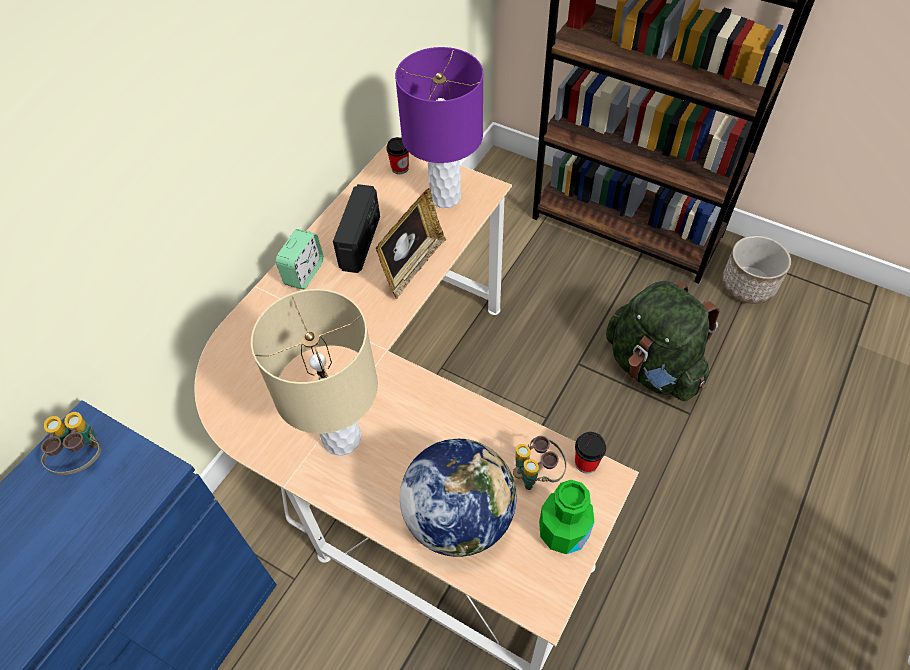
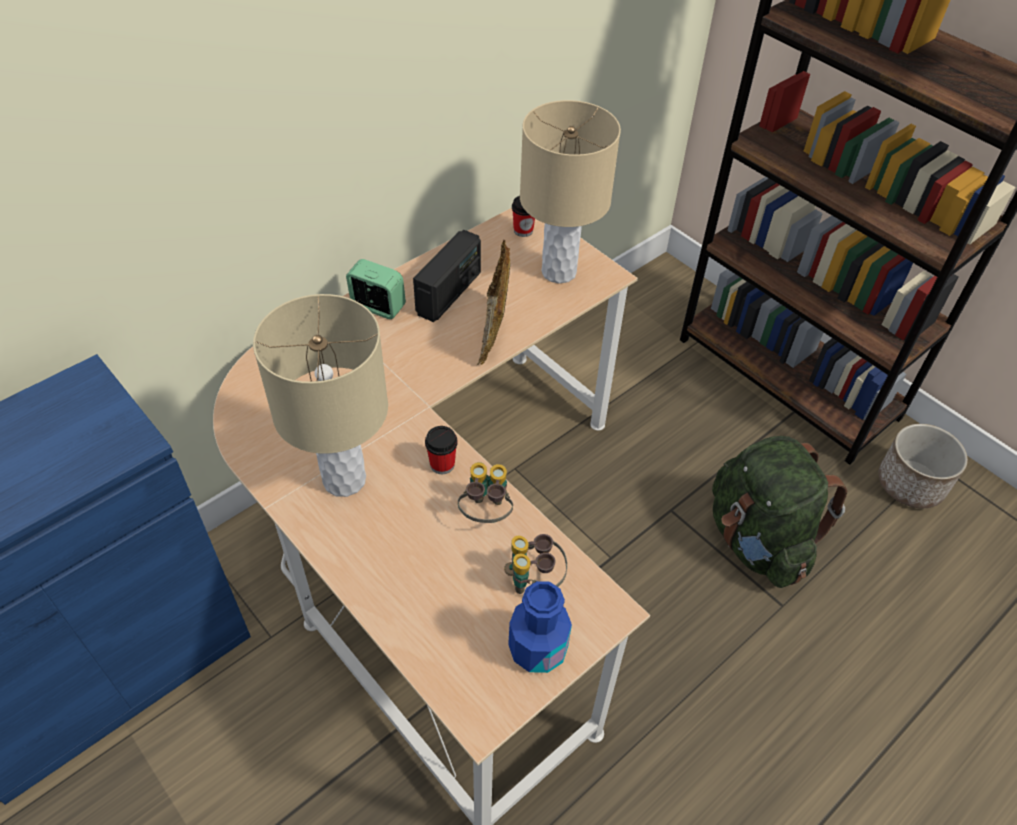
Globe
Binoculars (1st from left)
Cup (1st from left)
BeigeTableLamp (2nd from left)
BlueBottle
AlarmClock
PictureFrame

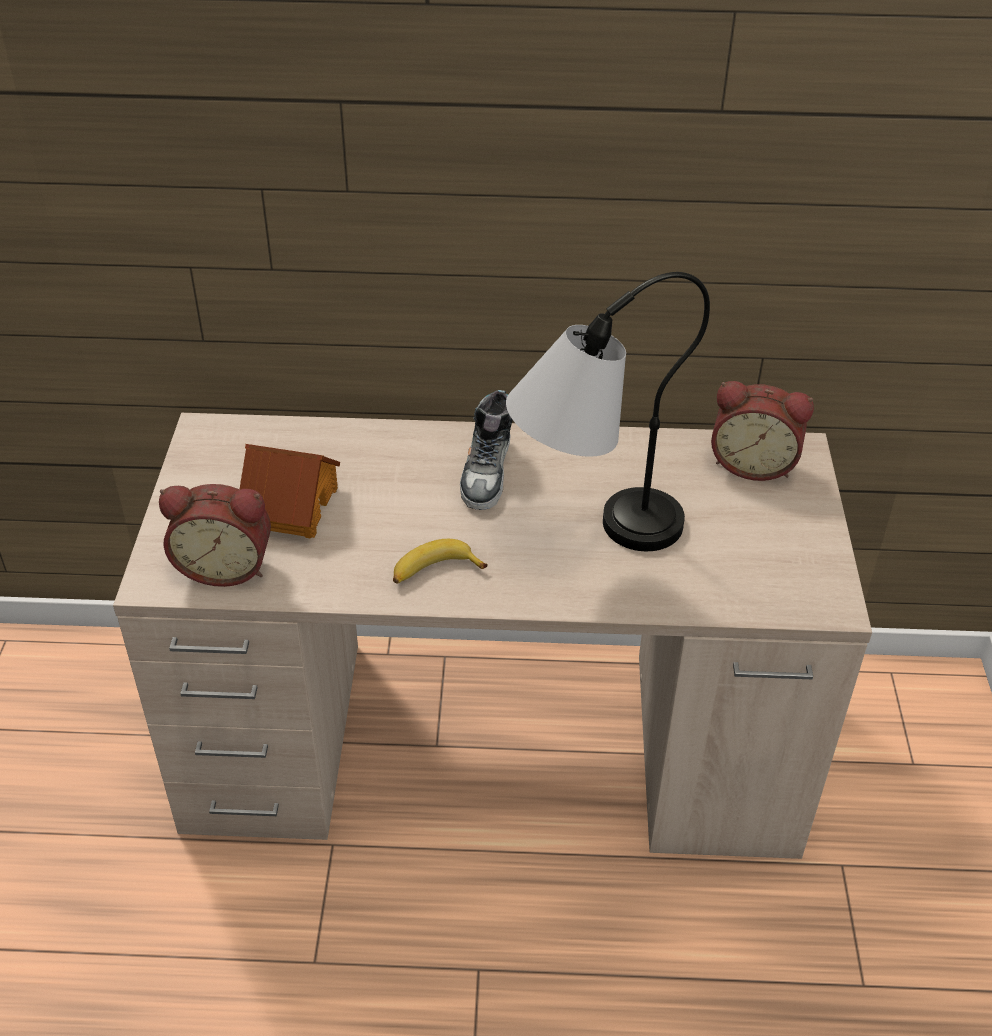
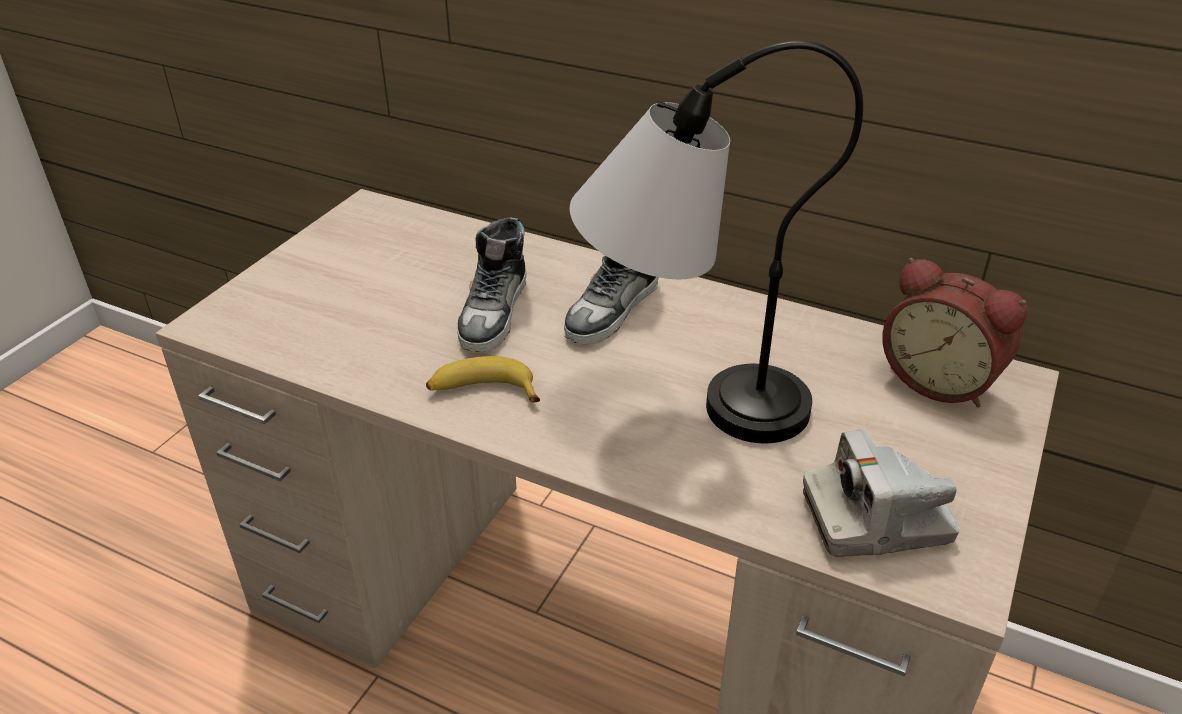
AlarmClock (1st from left in the first image)
ToyHouse
Shoe (1st from left)
PhotoCamera

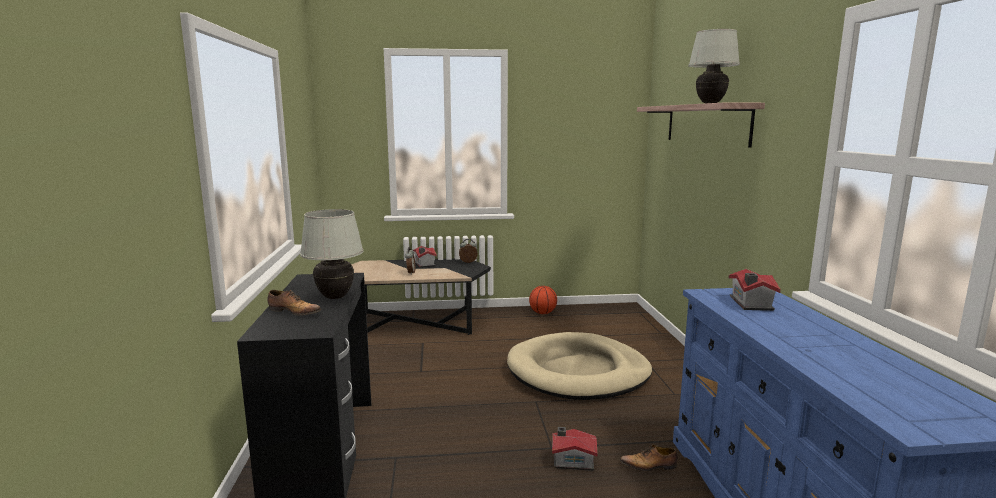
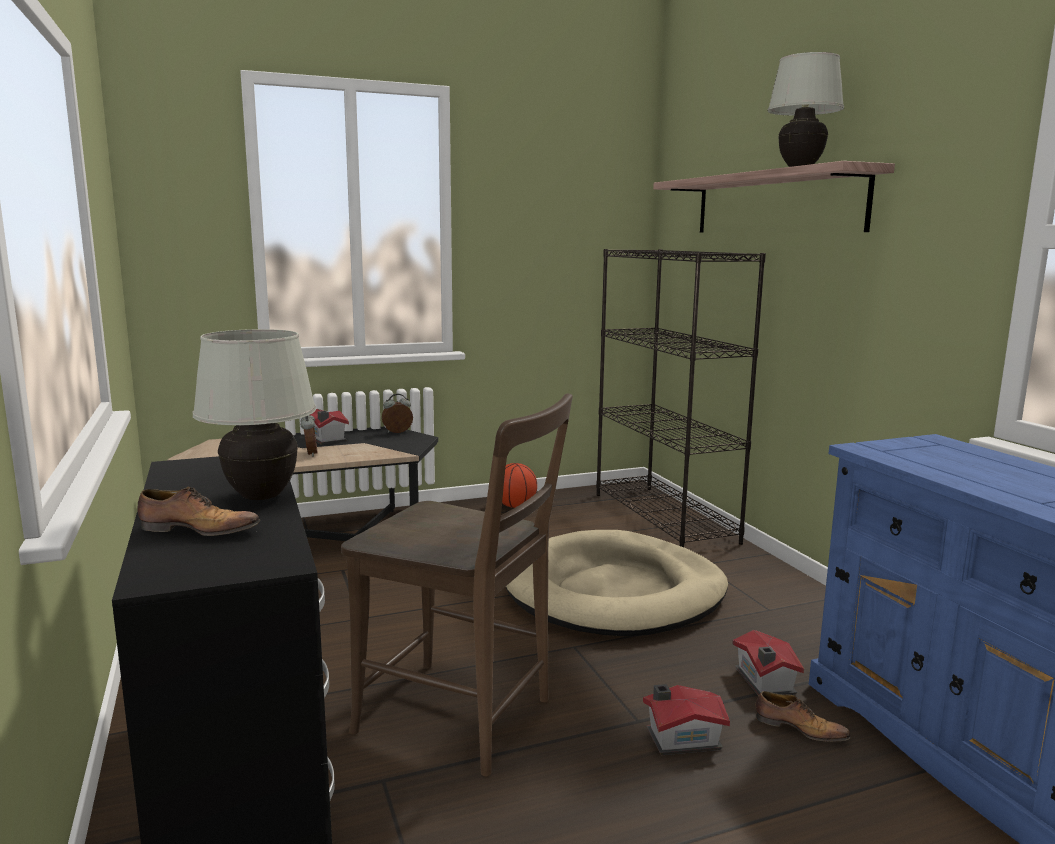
BrownChair
BlackBookcase
ToyHouse (3rd from left)
Shoe (2nd from left)

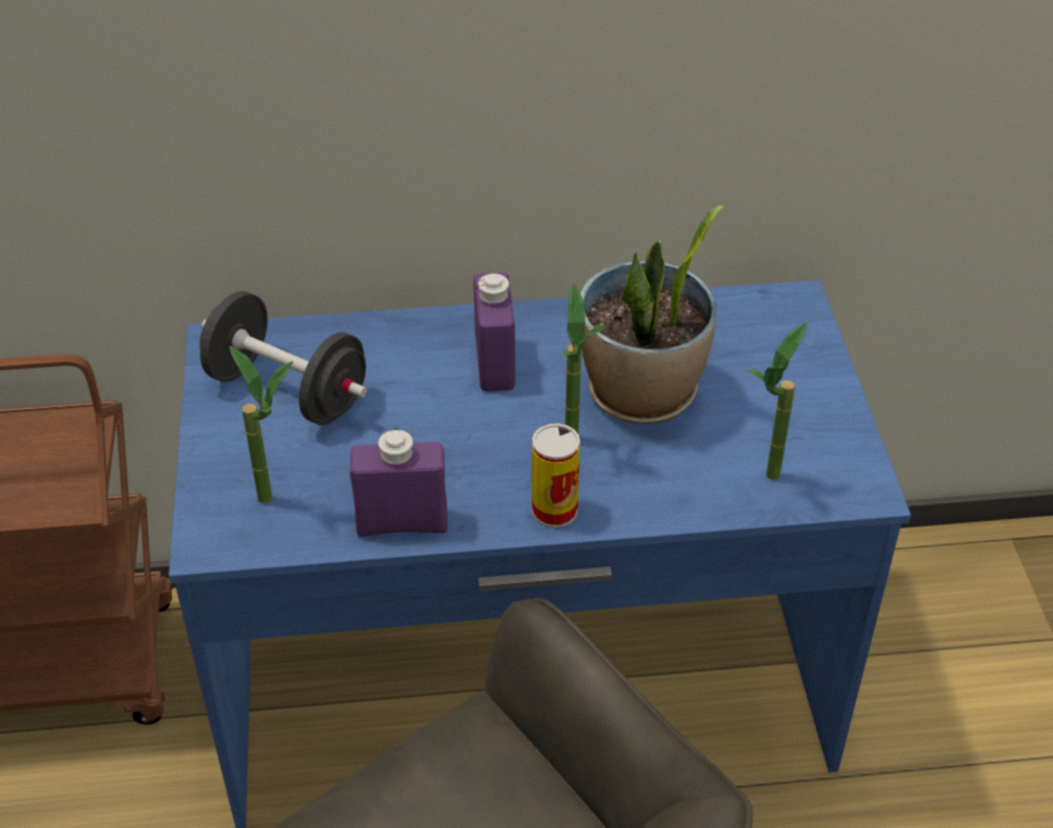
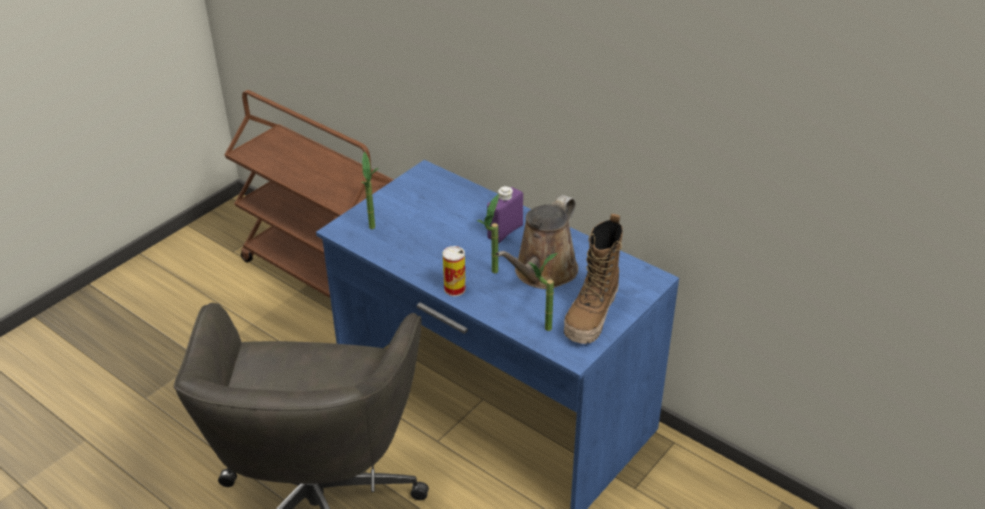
BlackDumbbell
PurpleBottle (1st from left in the first image)
Boot
BrownWateringCan

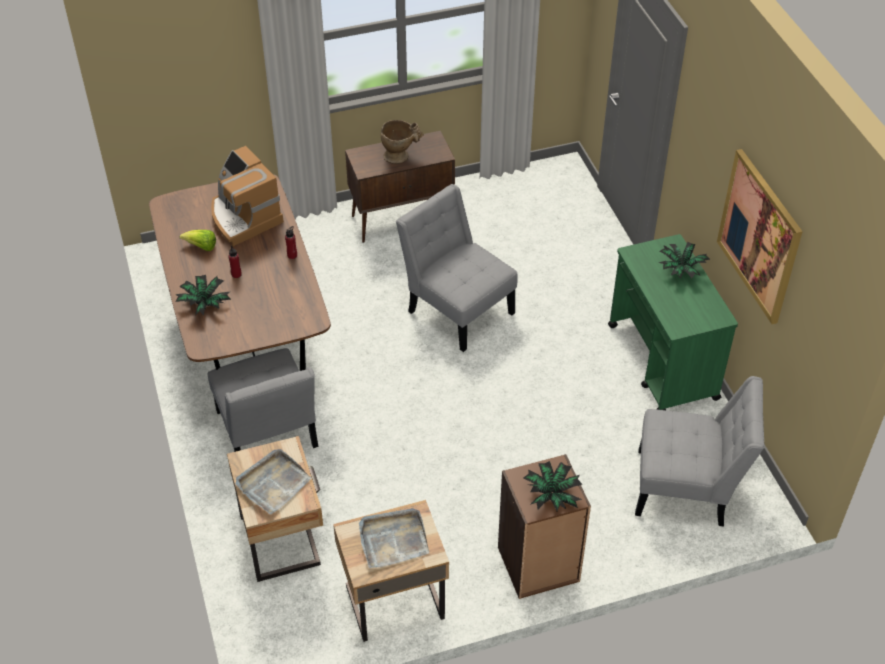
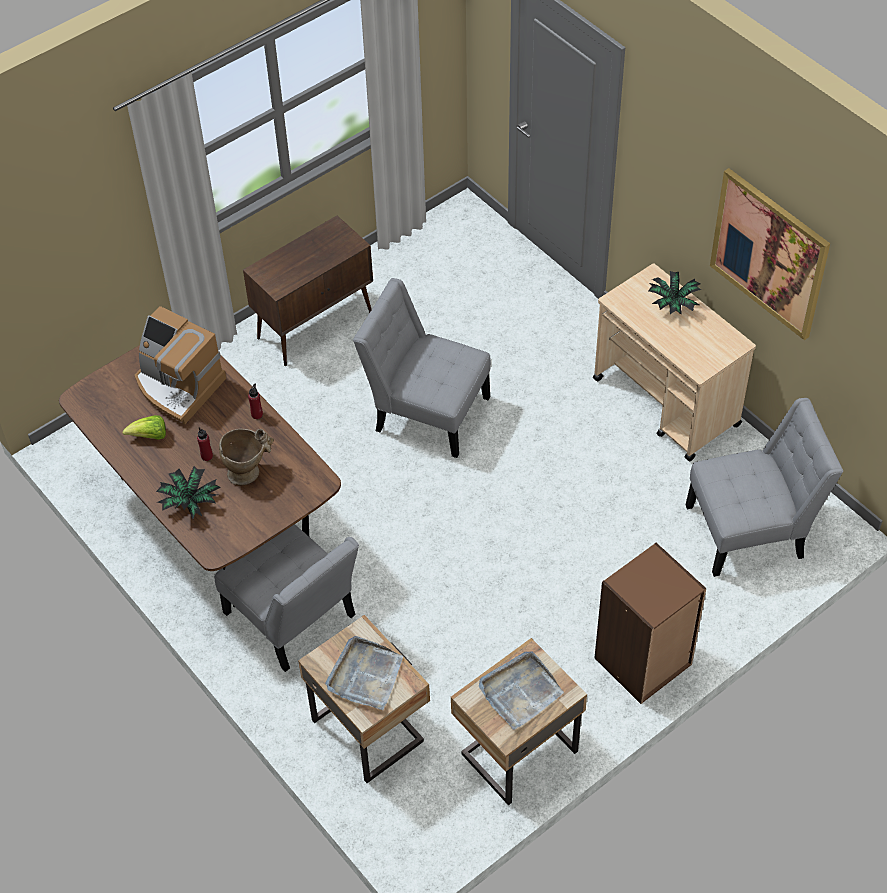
PottedPlant (2nd from left in the first image)
BeigeVase
BeigeCart

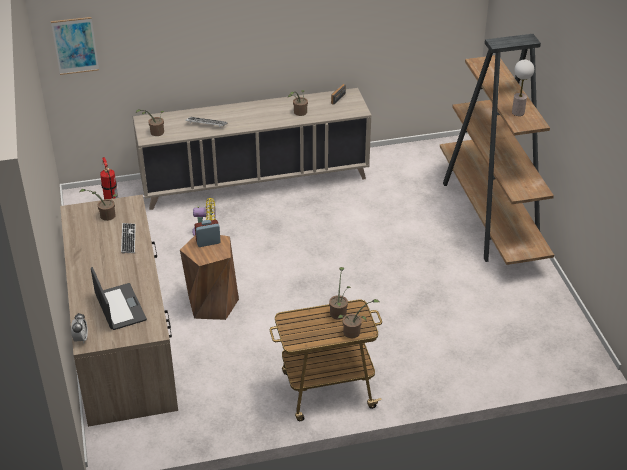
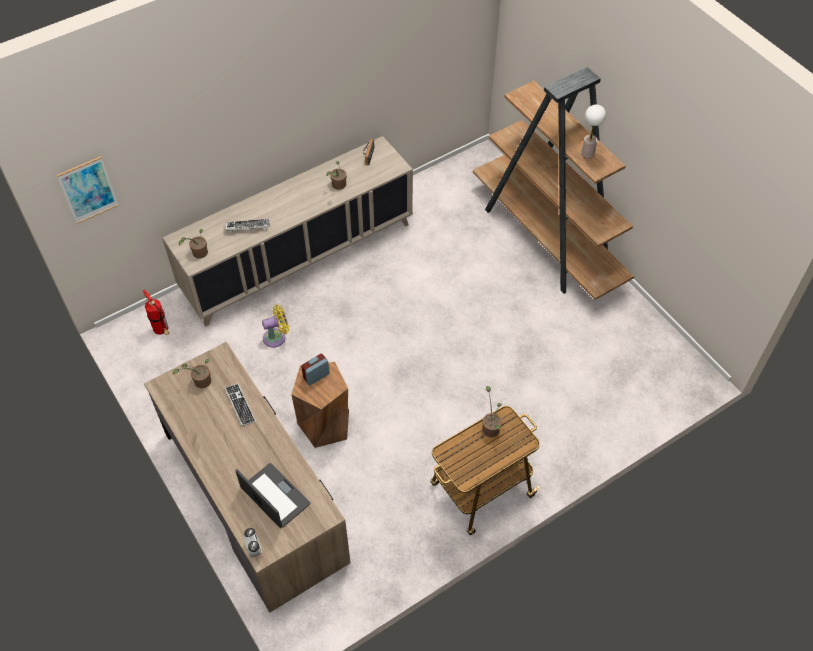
PottedPlant (5th from left in the first image)

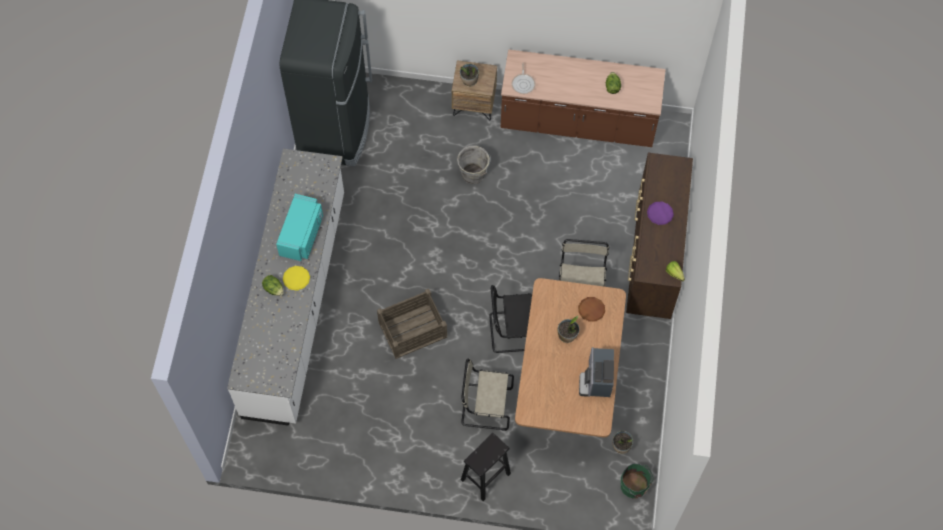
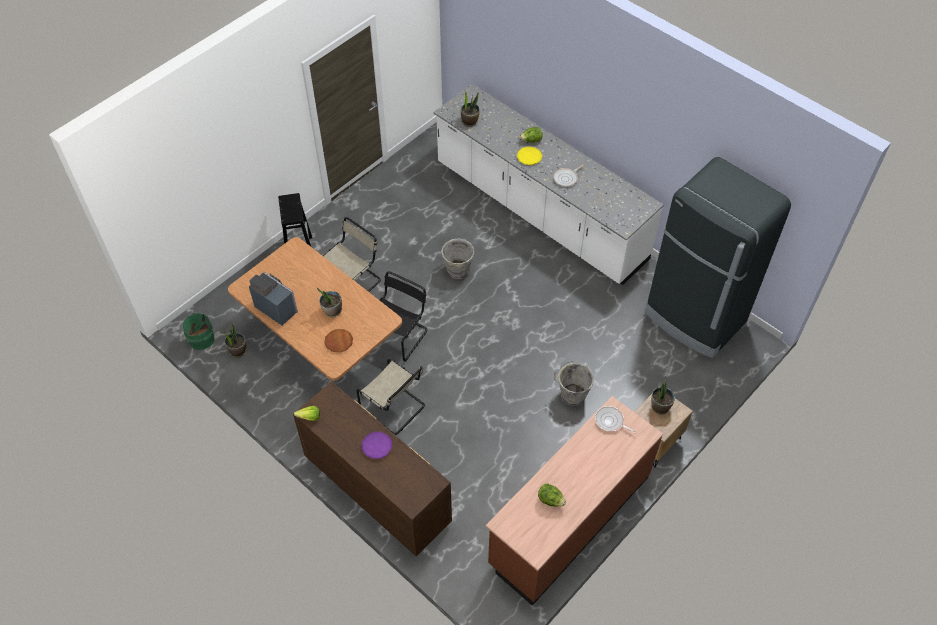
PottedPlant (3rd from left)
FryingPan (1st from left)
GreyBucket (1st from left)

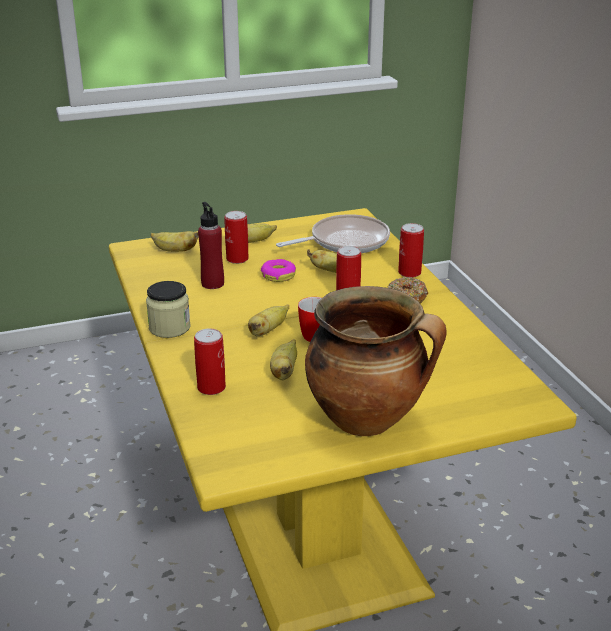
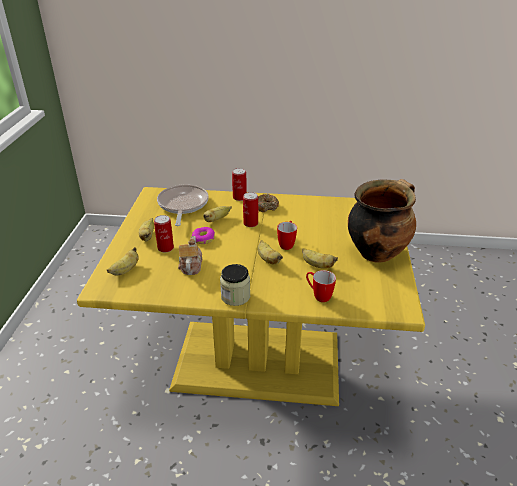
Mug (2nd from left)
Teapot

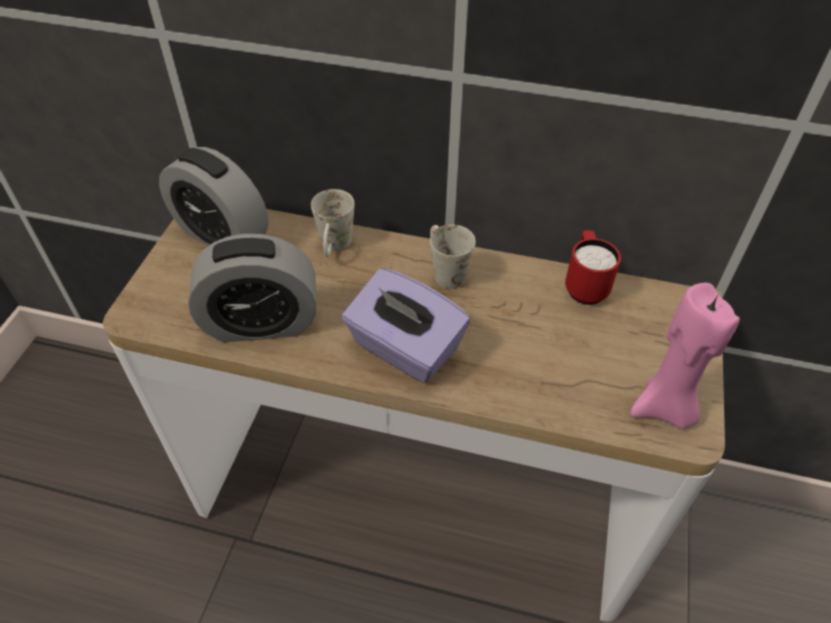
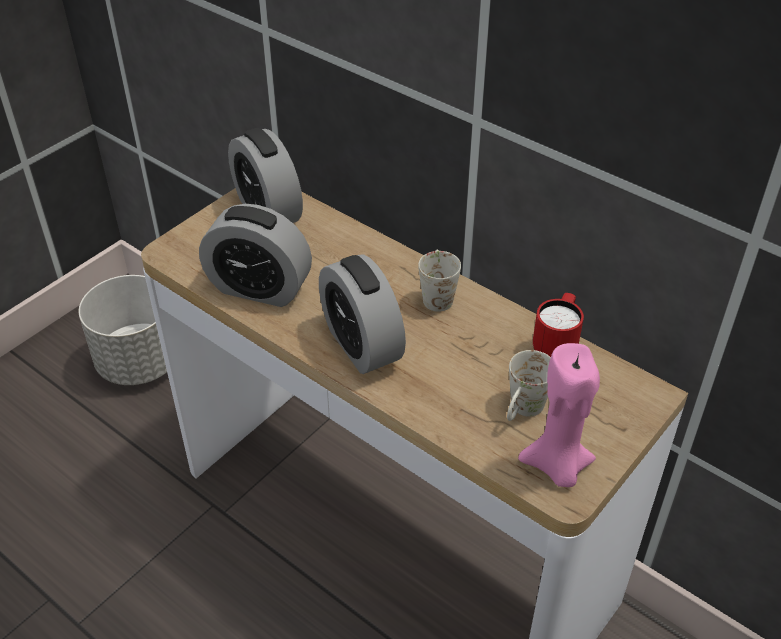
GreyPlanter
WhiteMug (2nd from left)
AlarmClock (3rd from left)

